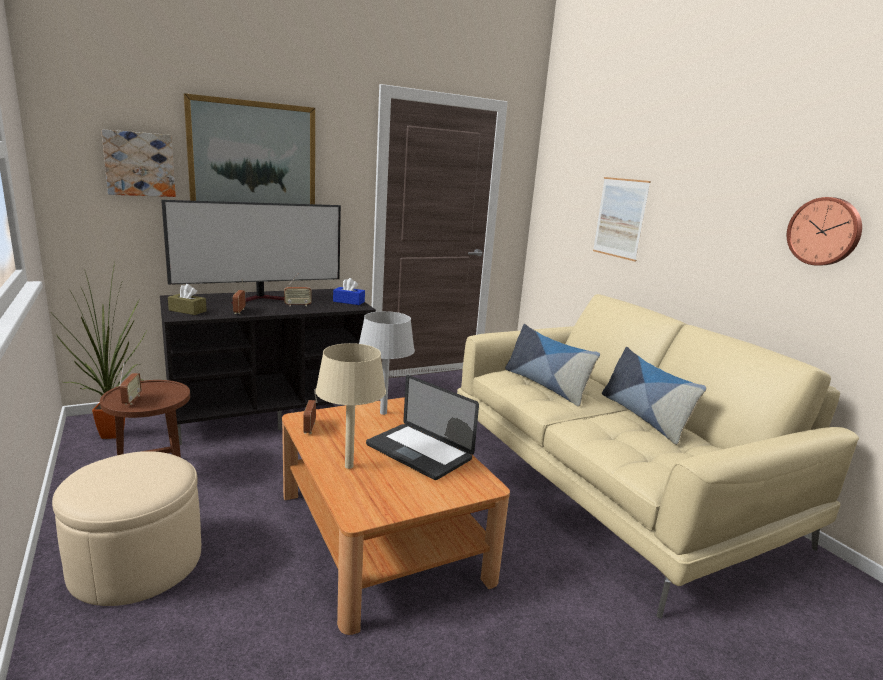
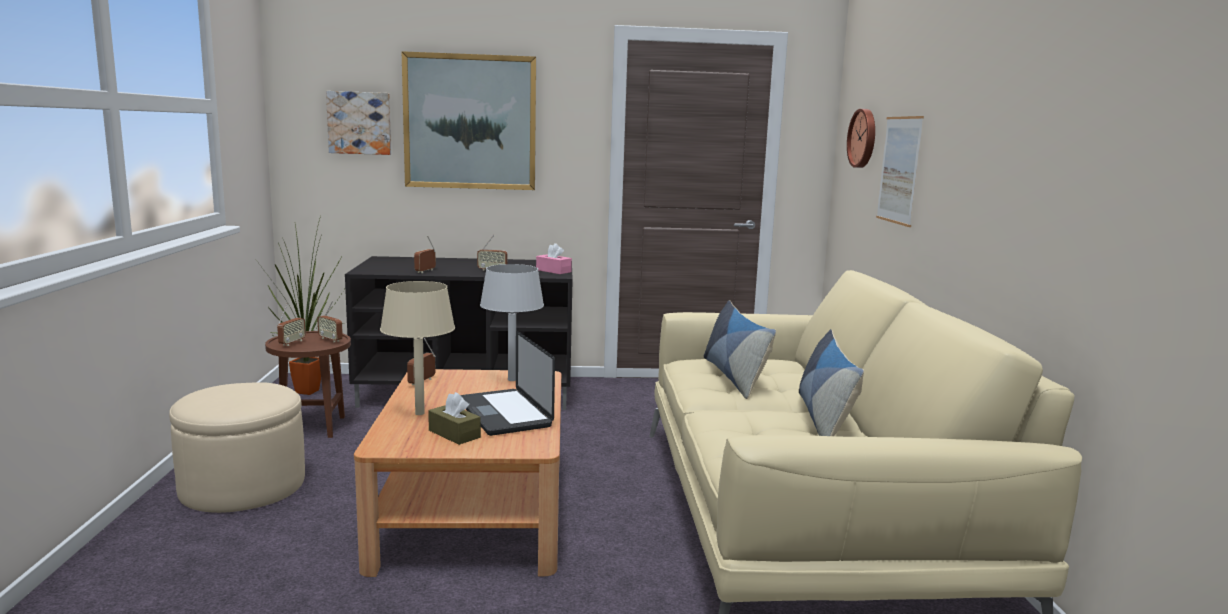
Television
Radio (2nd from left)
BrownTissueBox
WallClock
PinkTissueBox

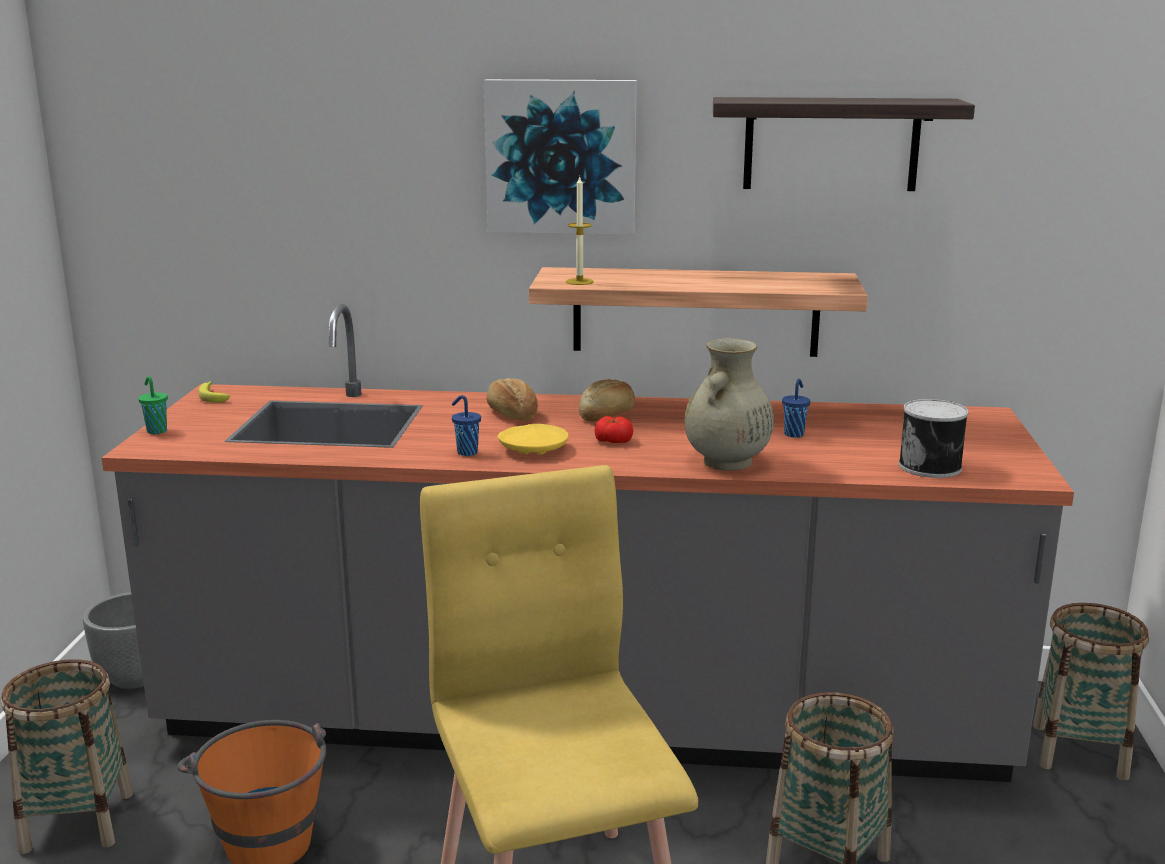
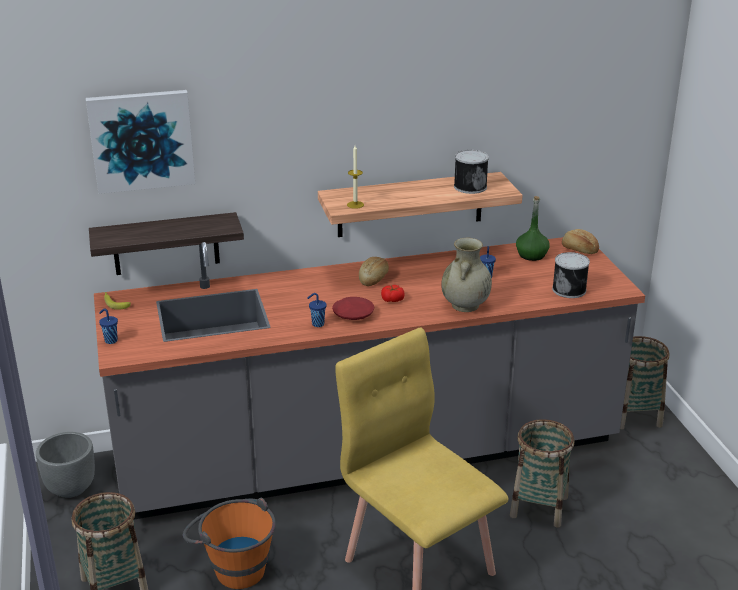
Can (1st from left)
GreenBottle
Picture
Bread (2nd from left)
Shelf (1st from left)
BlueCup (1st from left)
RedPlate

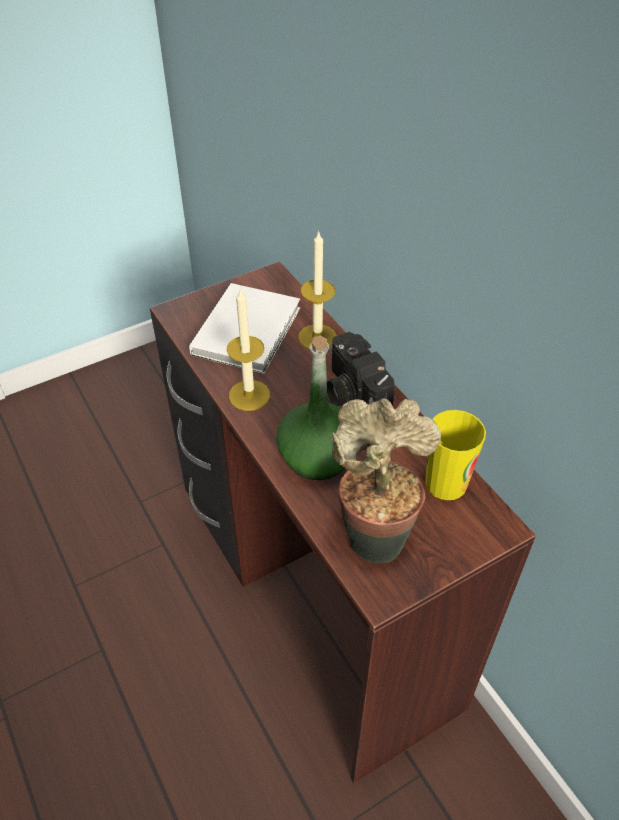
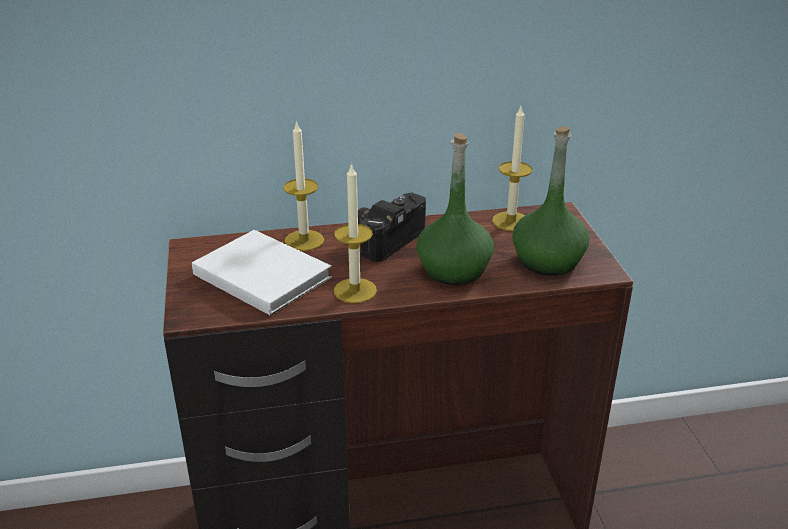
GreenBottle (2nd from left)
Candle (3rd from left)
PhotoCamera

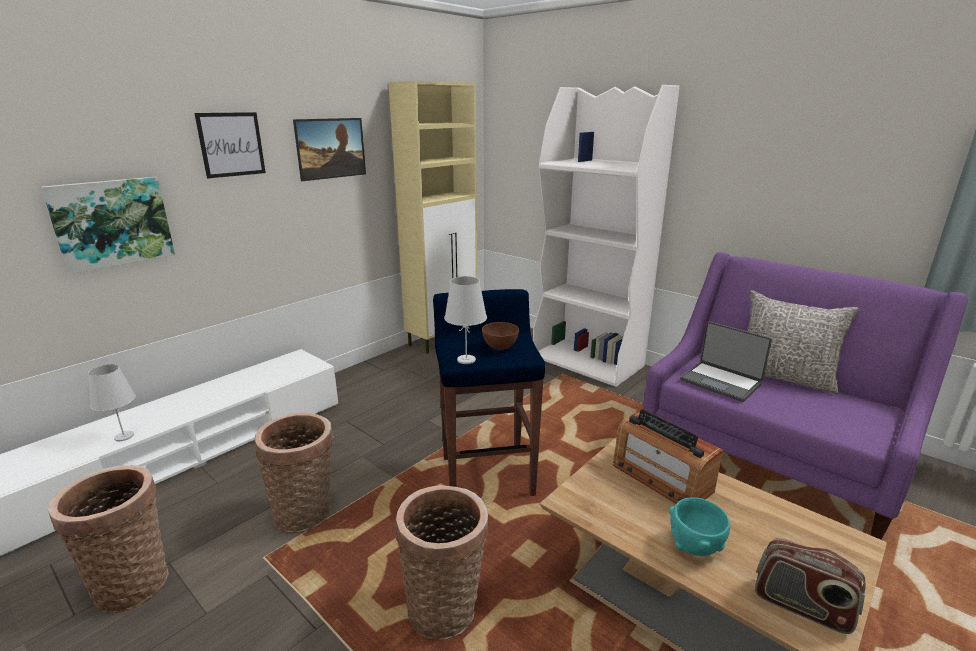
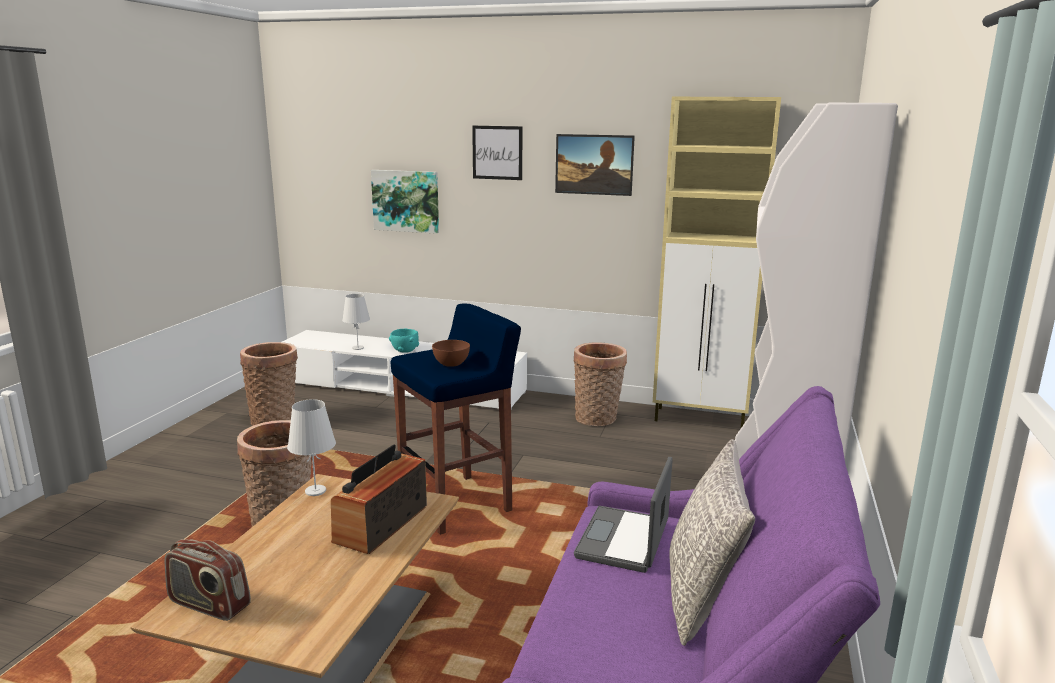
Basket (3rd from left)
WhiteTableLamp (1st from left)
TurquoiseBowl
Radio (1st from left)

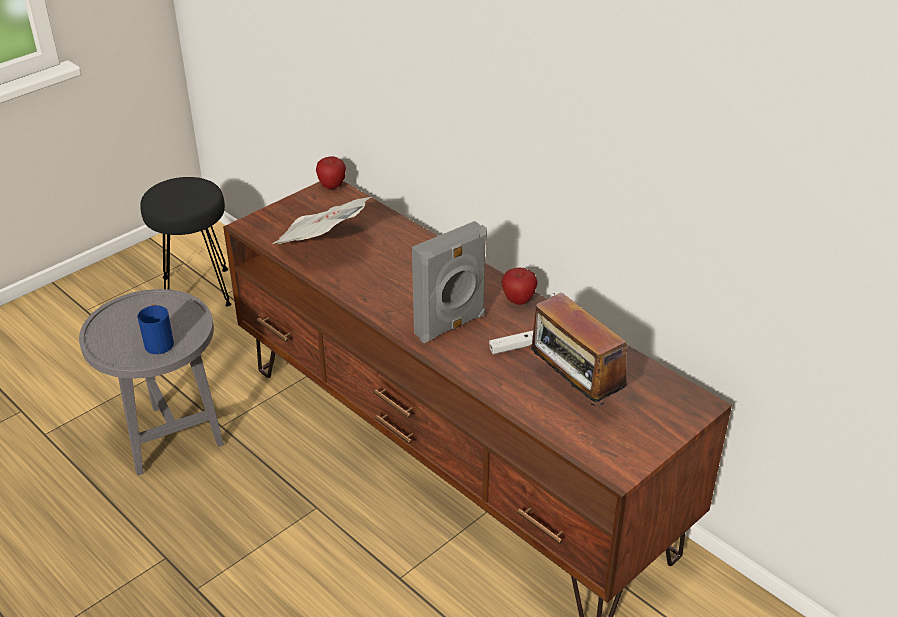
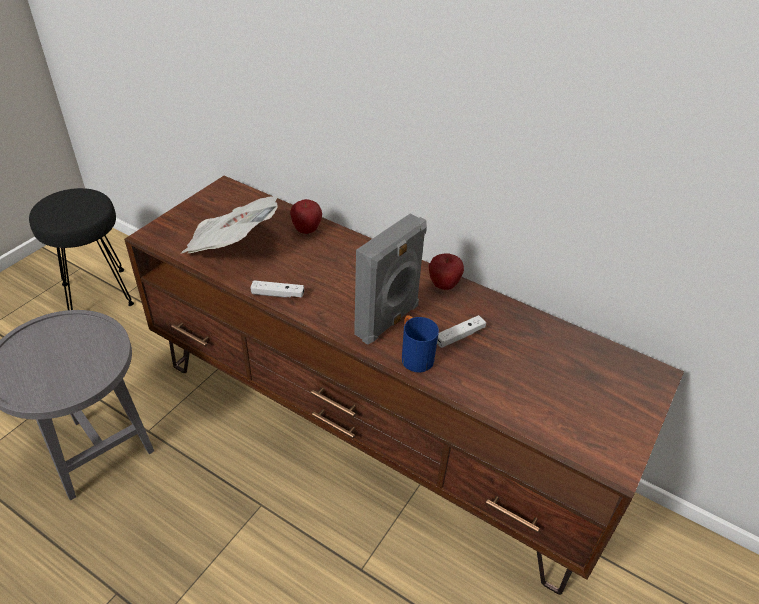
Radio
WhiteGameController (1st from left)
BlueMug
Apple (1st from left)

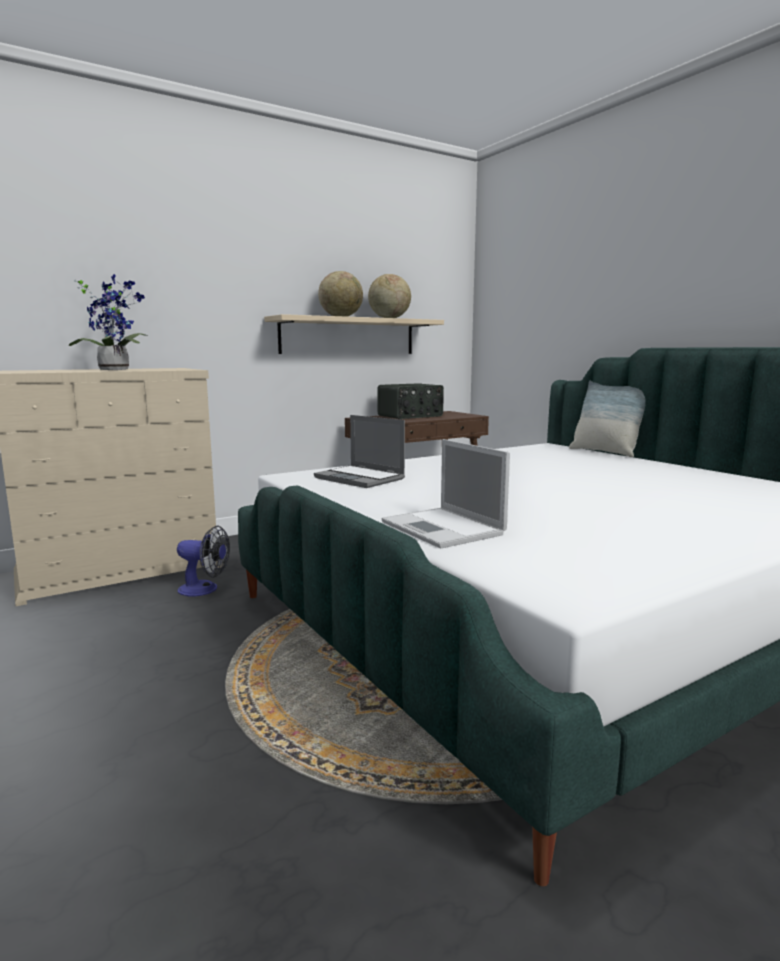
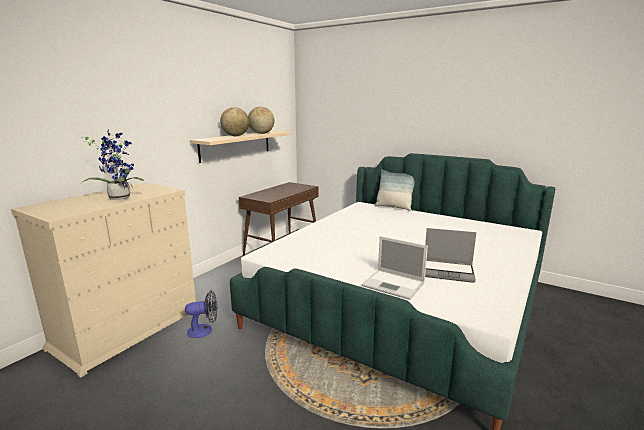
Radio
Laptop (2nd from left)

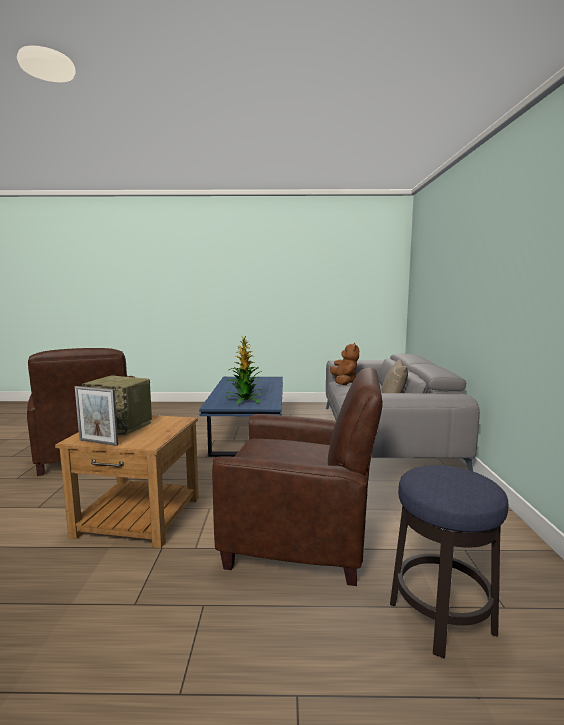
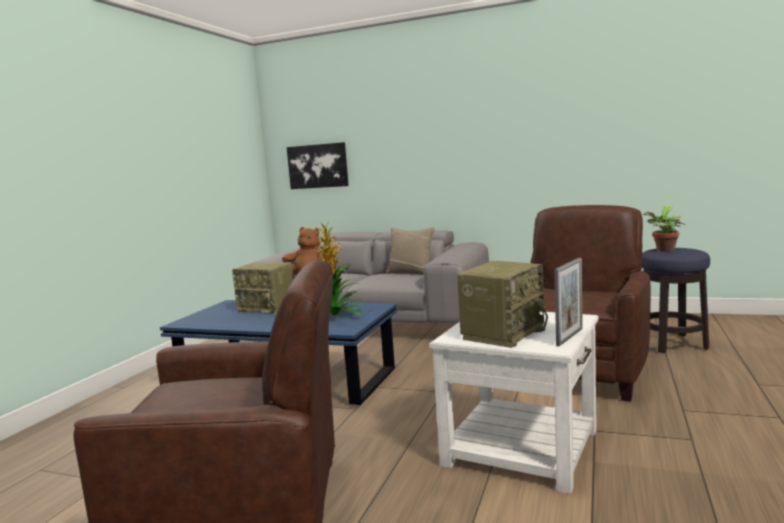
Radio (1st from left)
Picture
PottedPlant (2nd from left)
WhiteSideTable

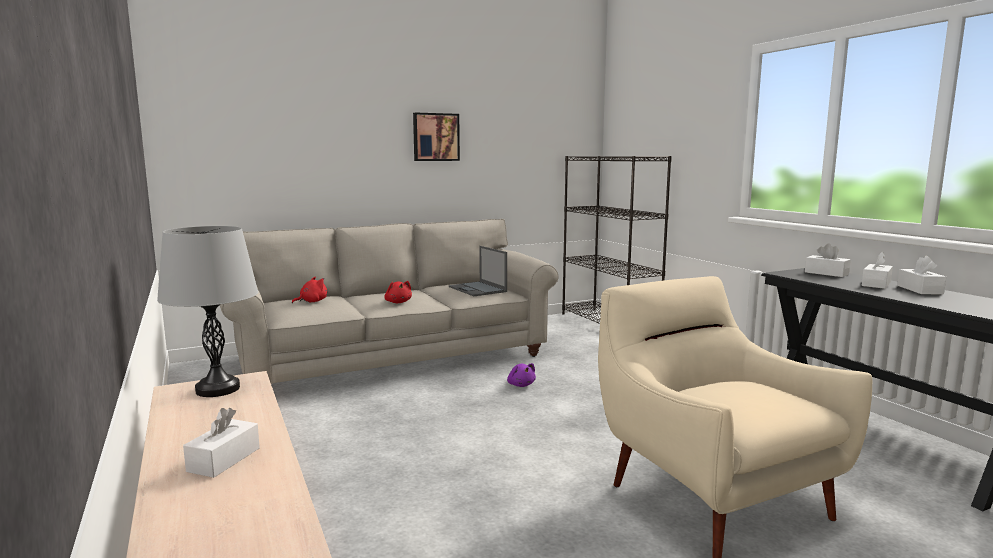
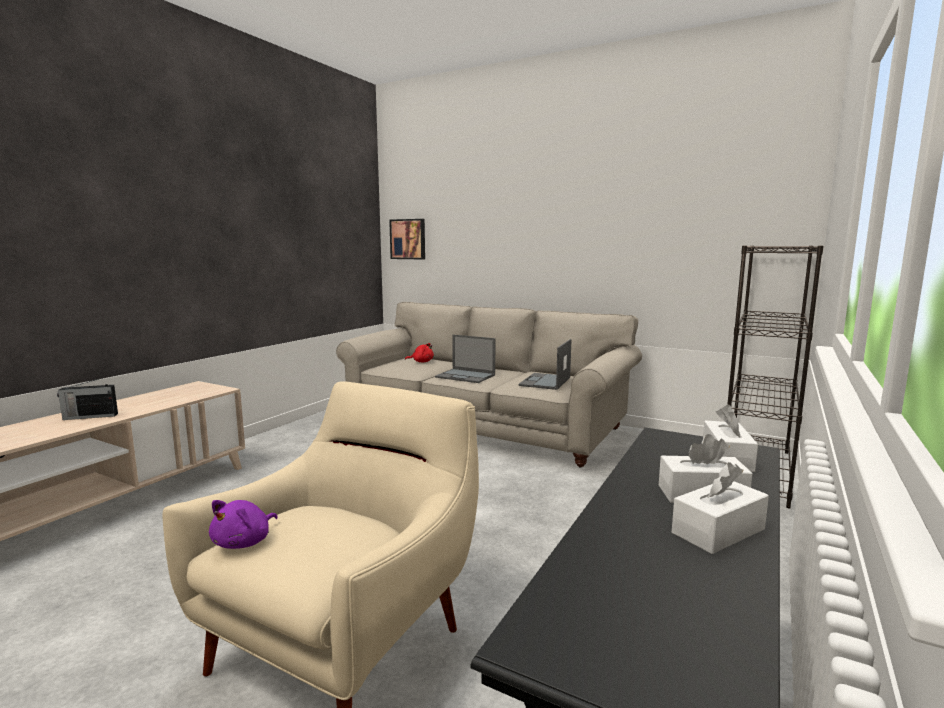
GreyTableLamp
Picture
PurplePlushToy
Radio
Laptop (1st from left)

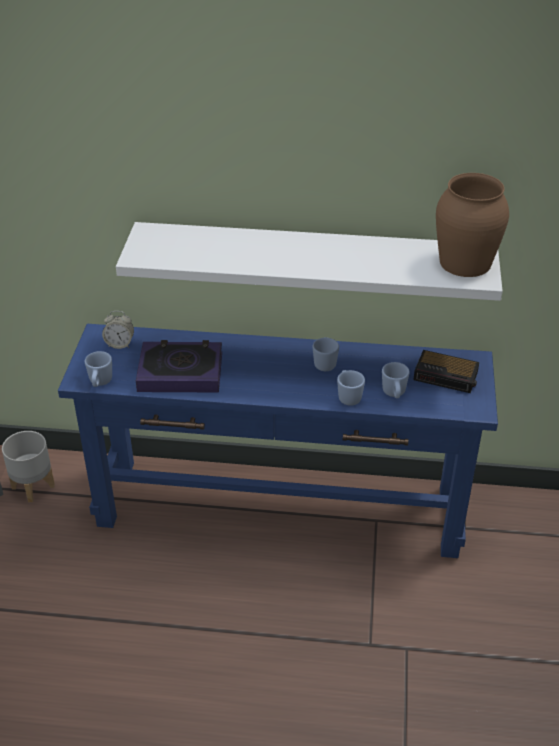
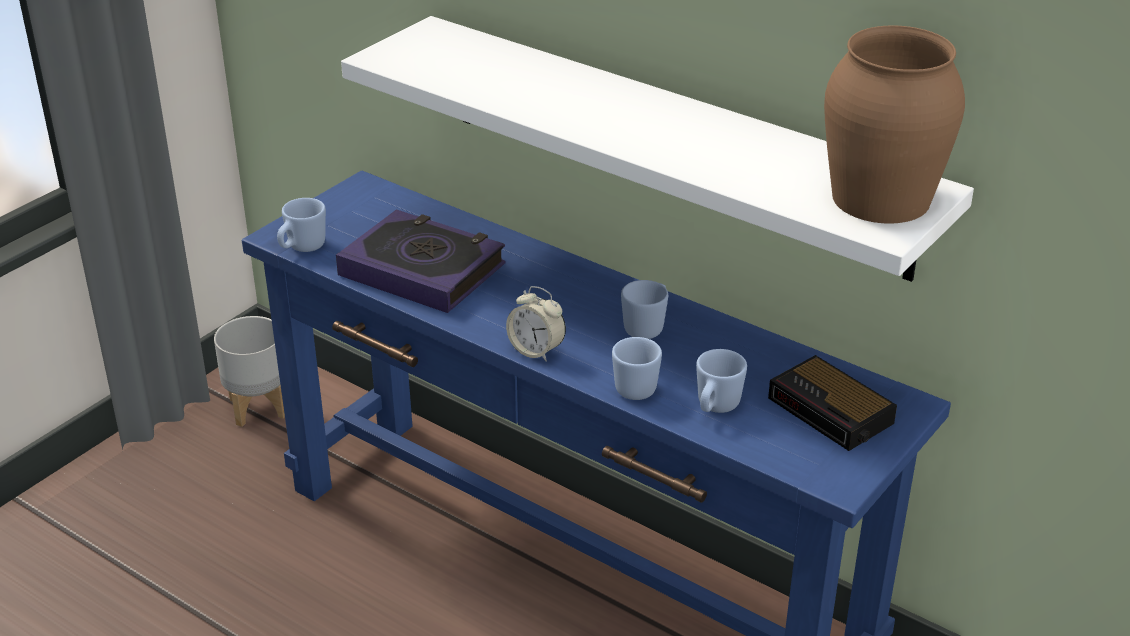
AlarmClock (1st from left)

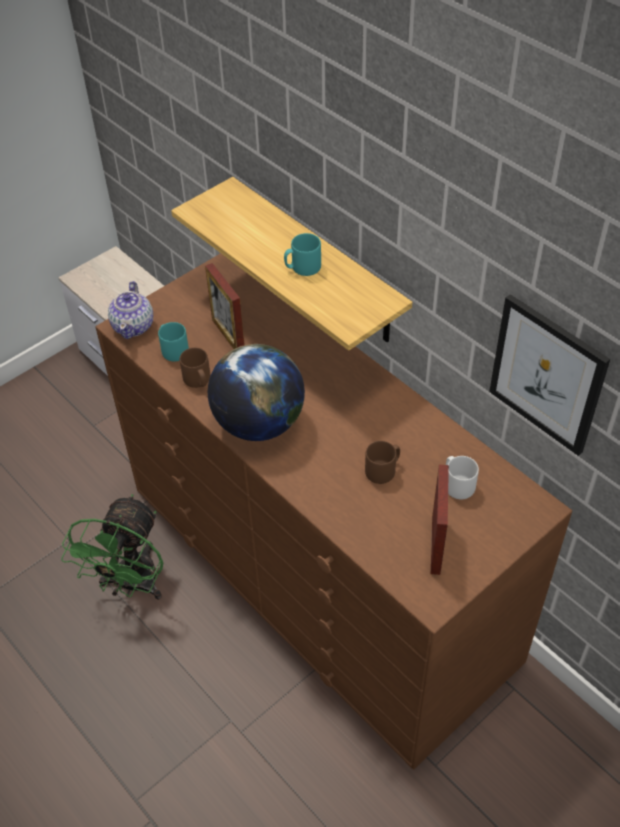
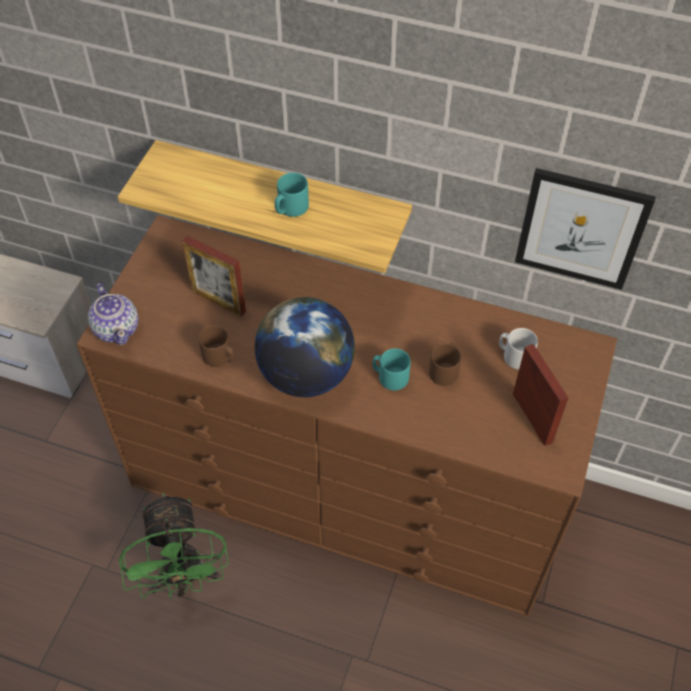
TurquoiseMug (2nd from left)

